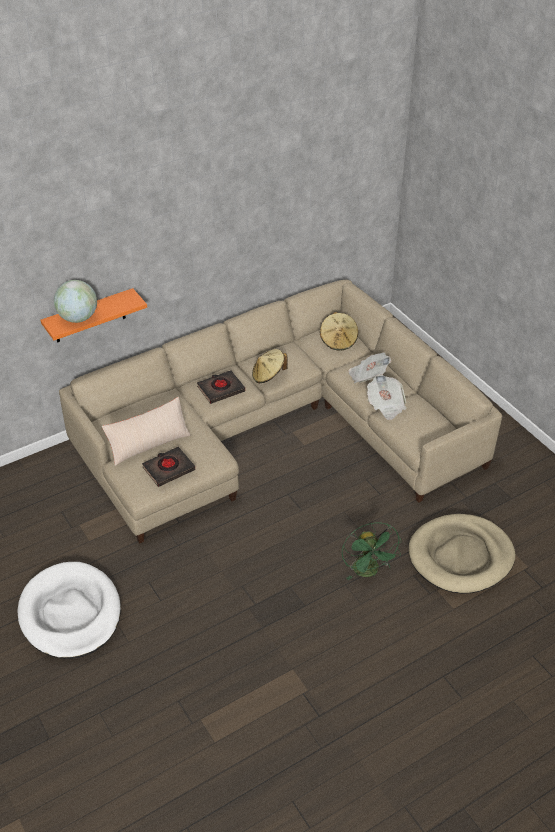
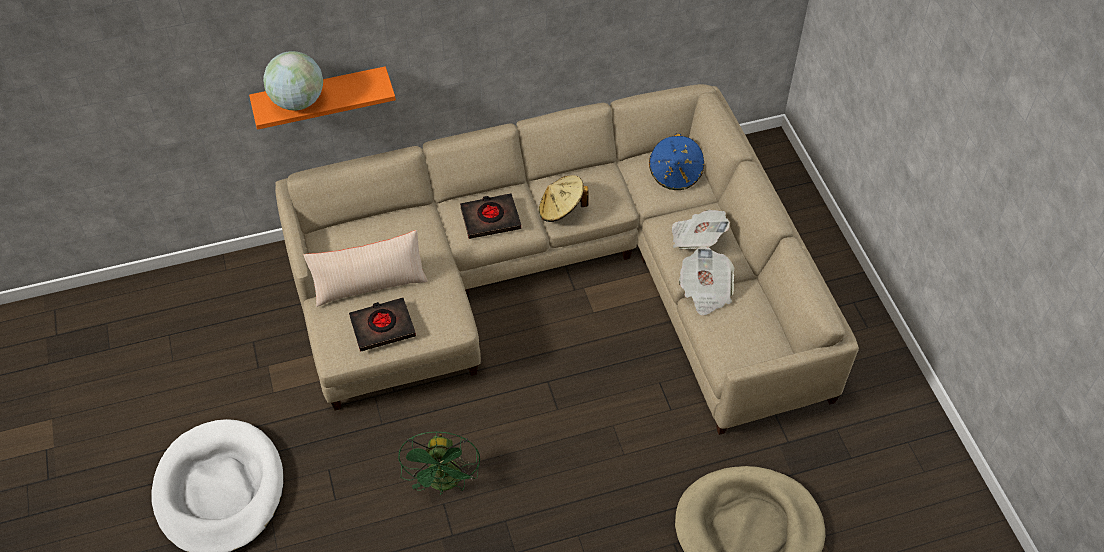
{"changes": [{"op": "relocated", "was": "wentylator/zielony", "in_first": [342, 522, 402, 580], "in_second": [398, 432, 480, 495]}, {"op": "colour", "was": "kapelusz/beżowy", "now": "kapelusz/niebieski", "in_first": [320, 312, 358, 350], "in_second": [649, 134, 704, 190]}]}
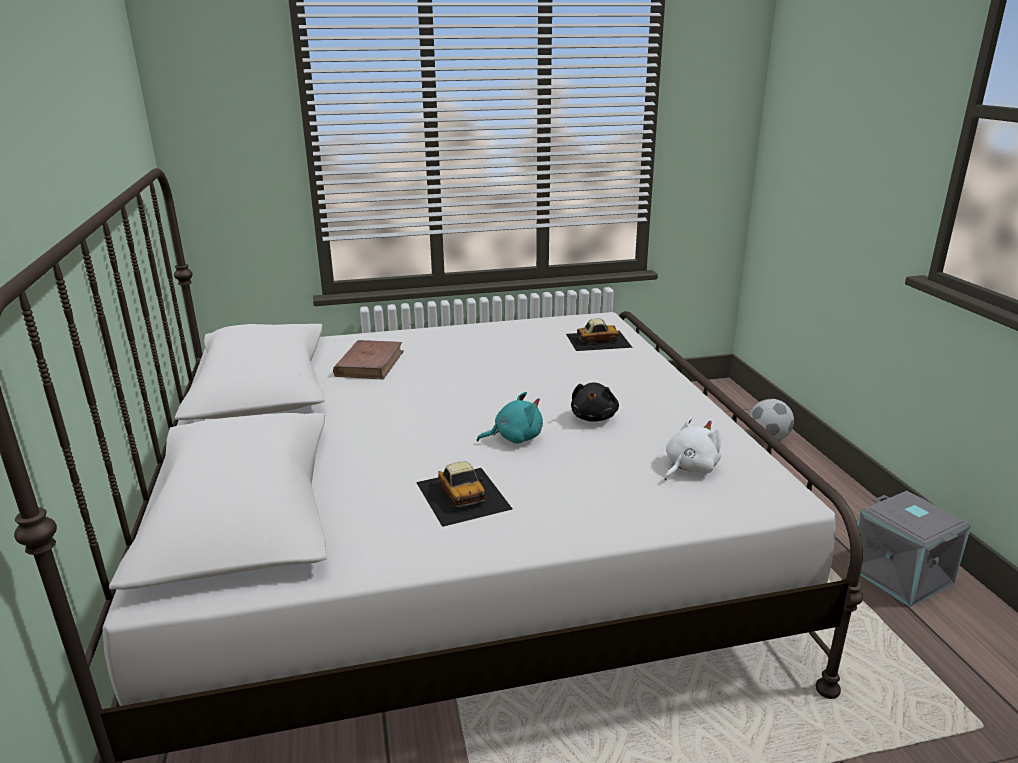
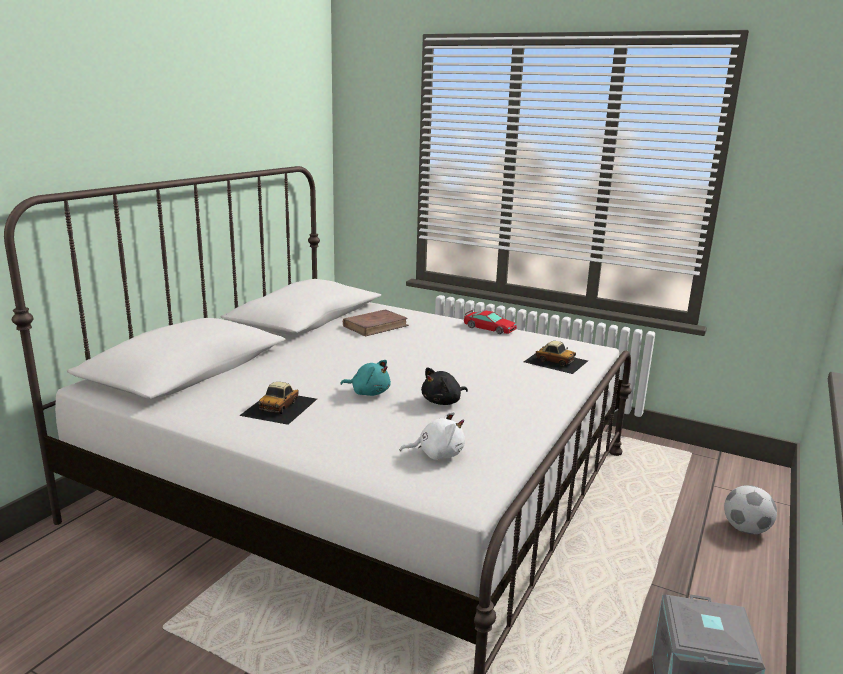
{"changes": [{"op": "appeared", "now": "samochodzik", "in_second": [464, 310, 517, 334]}]}
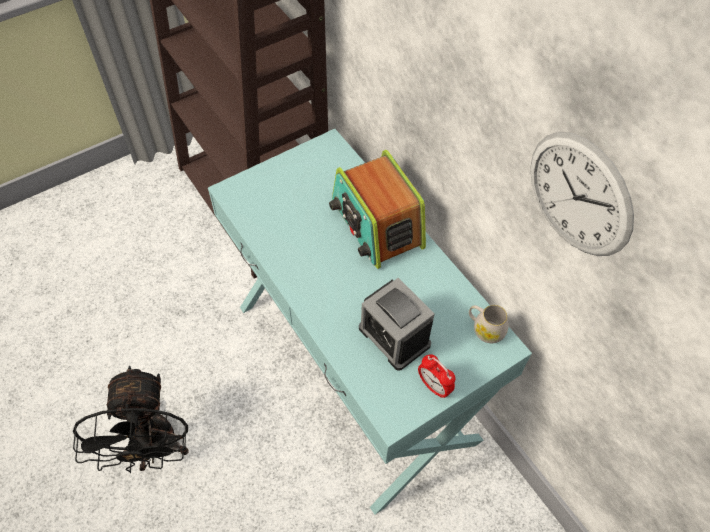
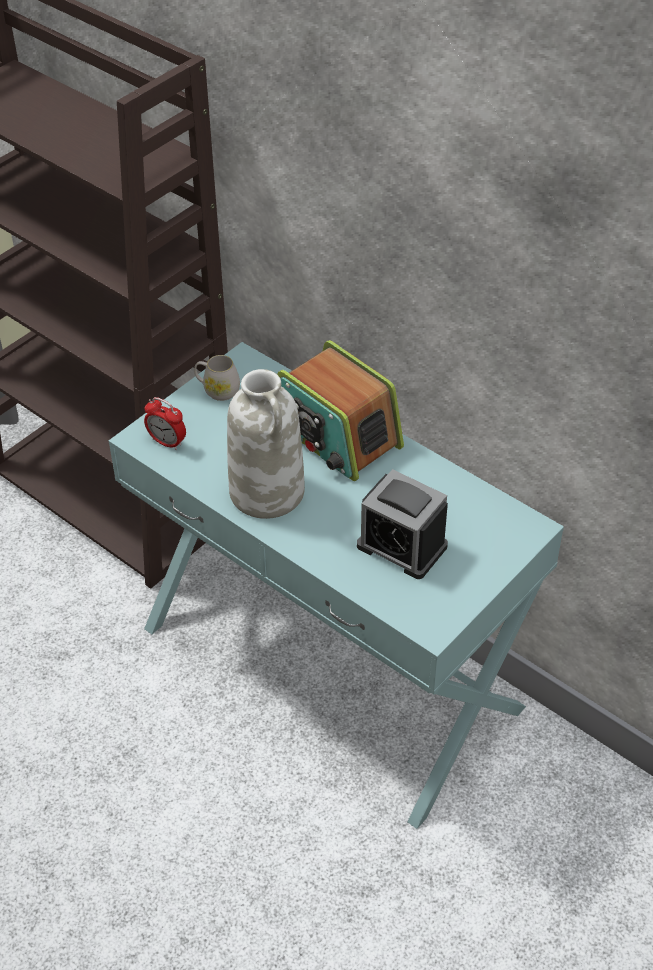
{"changes": [{"op": "relocated", "was": "budzik", "in_first": [418, 354, 455, 398], "in_second": [144, 397, 186, 450]}, {"op": "relocated", "was": "kubek/biały", "in_first": [469, 305, 508, 343], "in_second": [194, 355, 240, 401]}, {"op": "appeared", "now": "wazon/biały", "in_second": [227, 369, 305, 519]}, {"op": "missing", "was": "wentylator/czarny", "in_first": [73, 366, 189, 473]}, {"op": "missing", "was": "zegar ścienny", "in_first": [531, 132, 634, 256]}]}
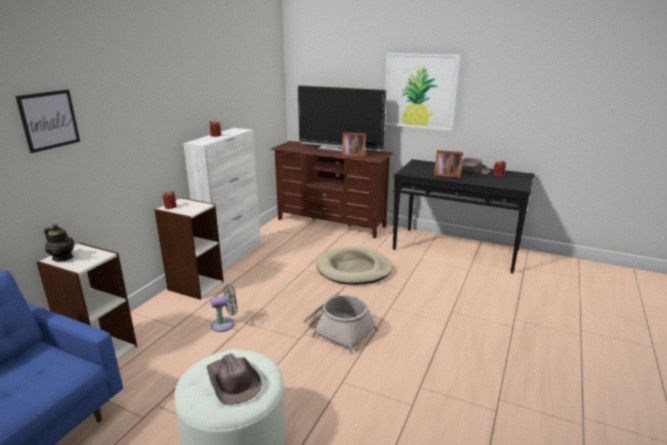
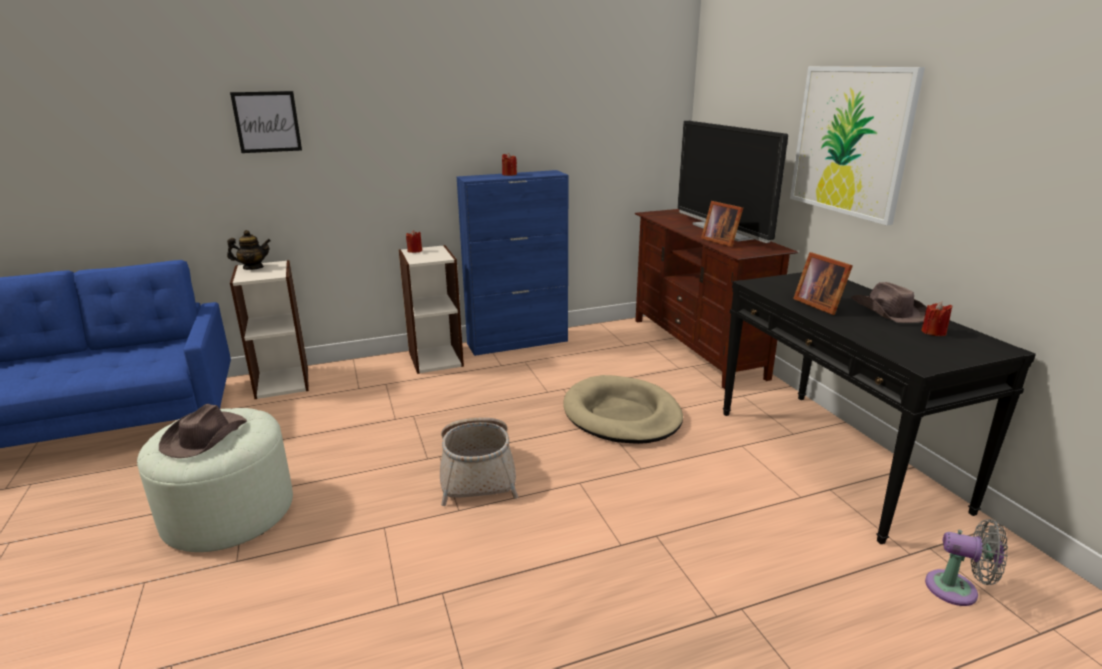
{"changes": [{"op": "spun", "was": "imbryk", "in_first": [44, 224, 74, 261], "in_second": [227, 230, 271, 270], "clockwise": -90}, {"op": "colour", "was": "szafka/biały", "now": "szafka/niebieski", "in_first": [183, 128, 261, 271], "in_second": [457, 170, 569, 356]}, {"op": "relocated", "was": "wentylator/szary", "in_first": [210, 284, 237, 332], "in_second": [925, 519, 1008, 606]}]}
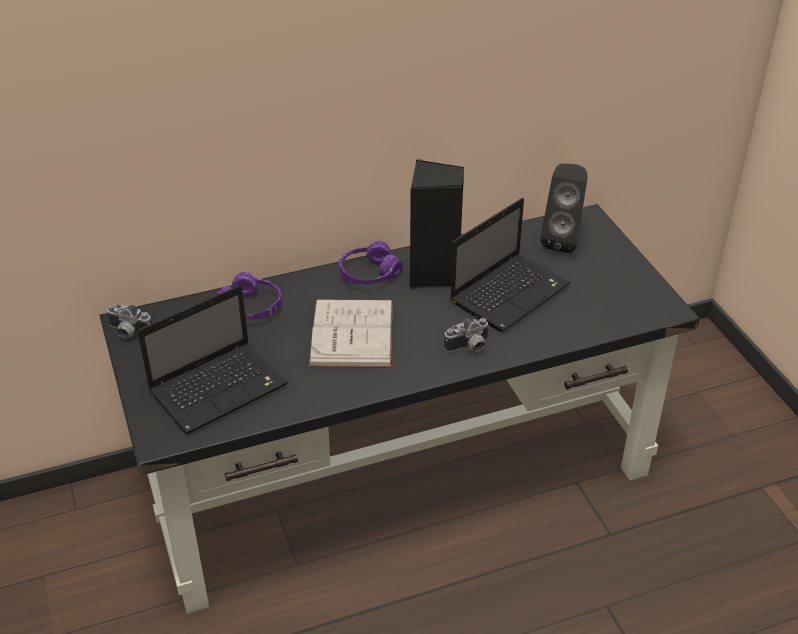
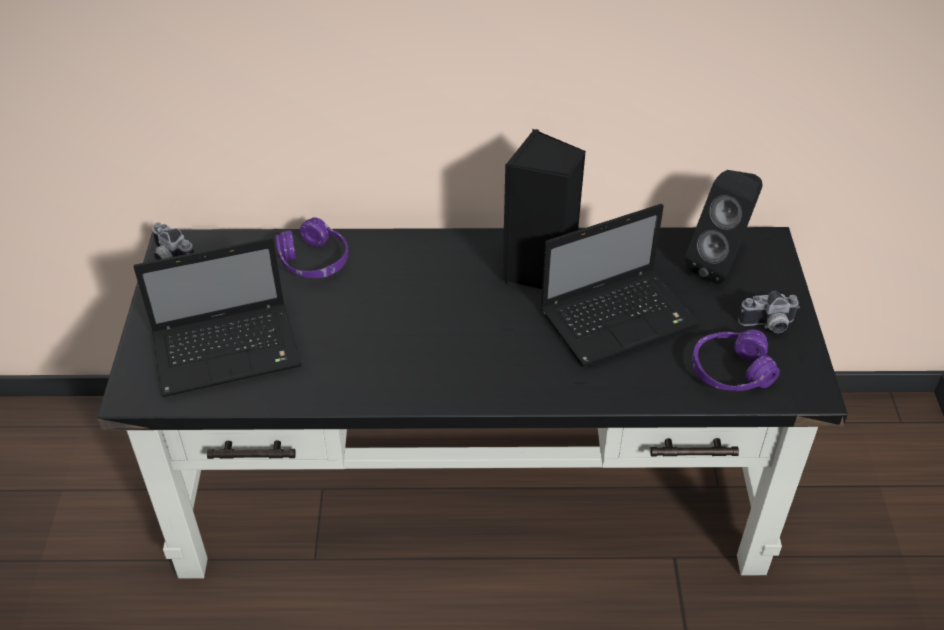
{"changes": [{"op": "relocated", "was": "słuchawki/fioletowy", "in_first": [339, 241, 403, 285], "in_second": [692, 330, 780, 391]}, {"op": "relocated", "was": "aparat fotograficzny", "in_first": [444, 318, 490, 353], "in_second": [738, 291, 800, 333]}, {"op": "missing", "was": "książka/biały", "in_first": [309, 299, 393, 368]}]}
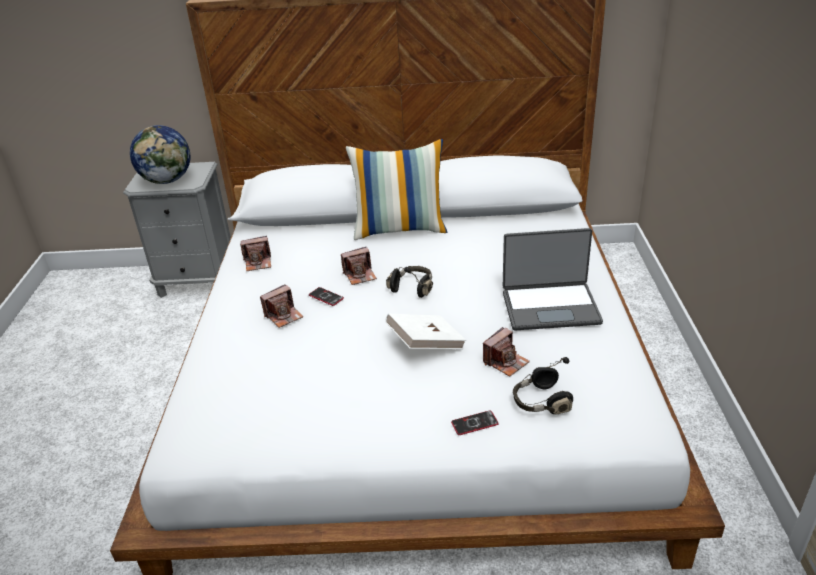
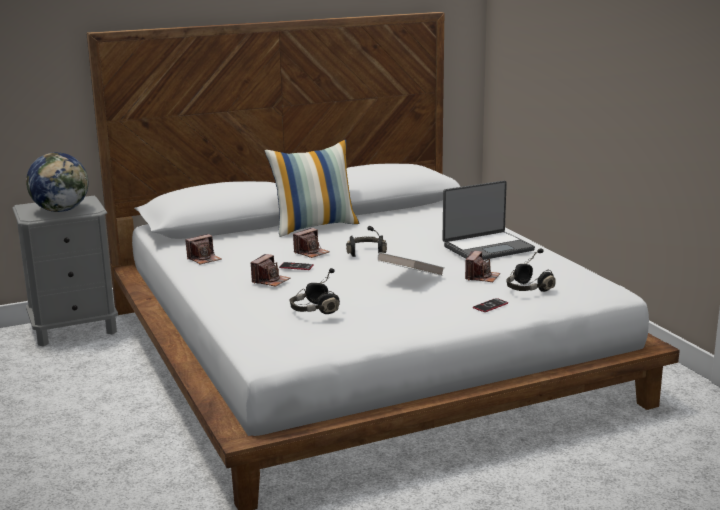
{"changes": [{"op": "appeared", "now": "słuchawki/czarny", "in_second": [289, 268, 340, 314]}]}
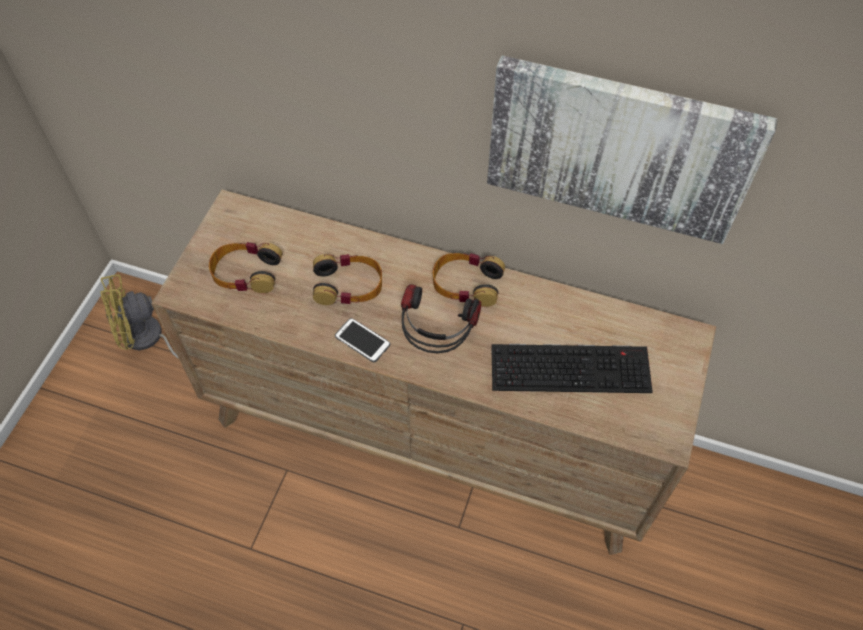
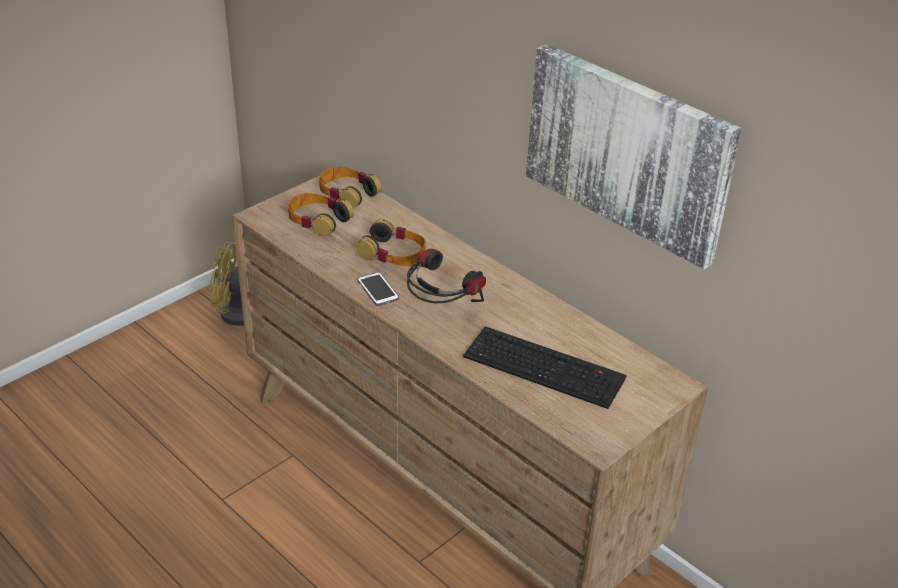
{"changes": [{"op": "relocated", "was": "słuchawki", "in_first": [433, 253, 505, 307], "in_second": [319, 167, 381, 208]}]}
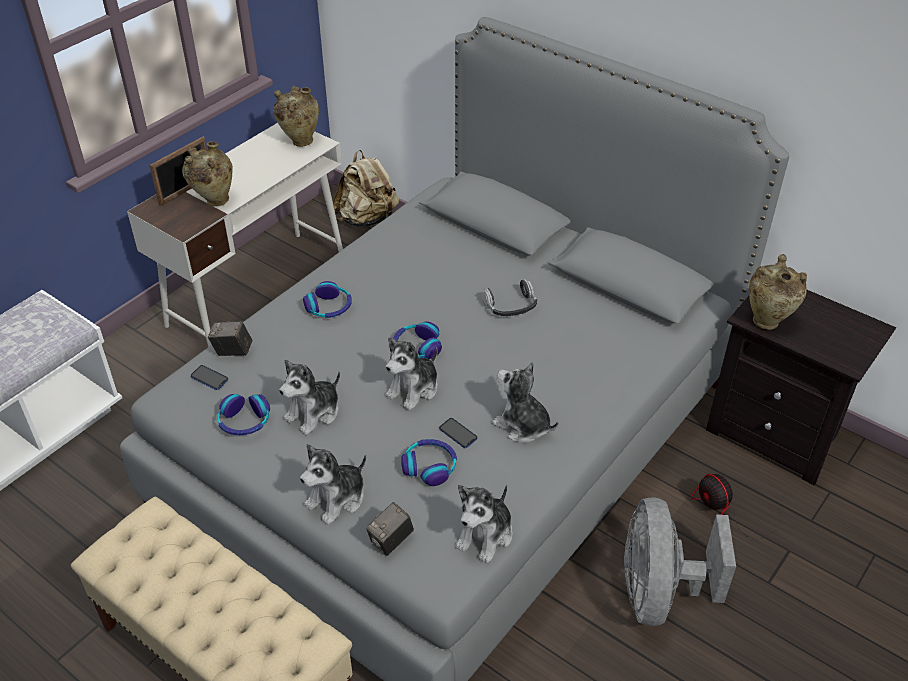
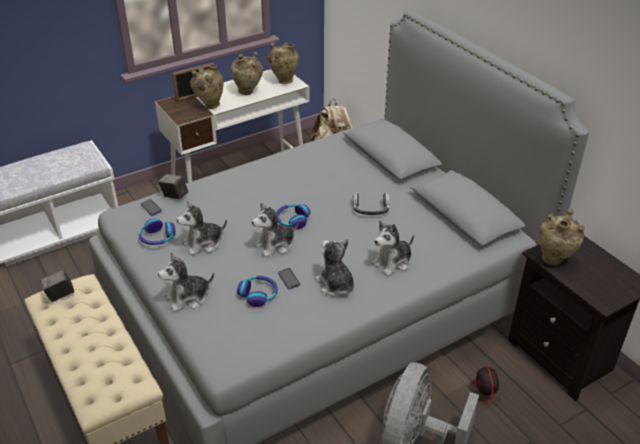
{"changes": [{"op": "relocated", "was": "aparat fotograficzny", "in_first": [366, 502, 414, 556], "in_second": [40, 270, 74, 302]}, {"op": "appeared", "now": "wazon/beżowy", "in_second": [231, 52, 263, 95]}, {"op": "relocated", "was": "pluszak", "in_first": [455, 484, 513, 563], "in_second": [372, 220, 414, 276]}, {"op": "missing", "was": "słuchawki", "in_first": [303, 281, 352, 318]}]}
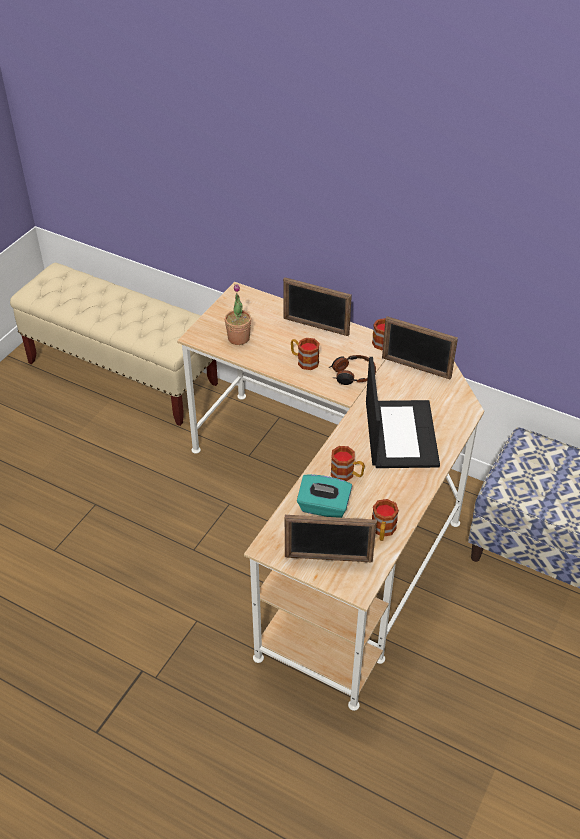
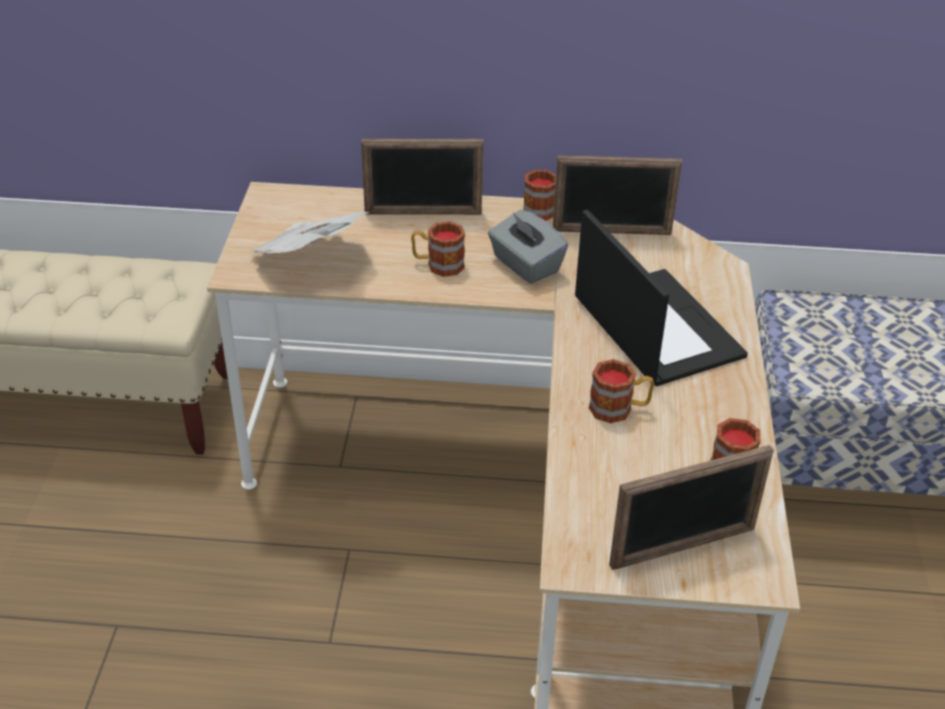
{"changes": [{"op": "exchanged", "was": "roślina doniczkowa", "now": "gazeta", "in_first": [225, 284, 251, 345], "in_second": [249, 212, 369, 254]}, {"op": "exchanged", "was": "słuchawki", "now": "pudełko chusteczek/szary", "in_first": [329, 355, 376, 385], "in_second": [488, 209, 568, 284]}, {"op": "missing", "was": "pudełko chusteczek/turkusowy", "in_first": [297, 474, 352, 518]}]}
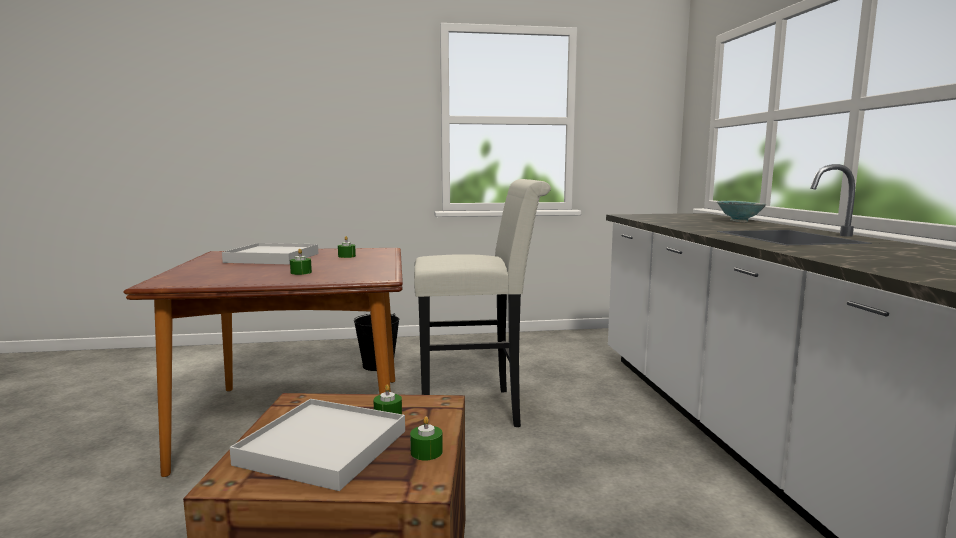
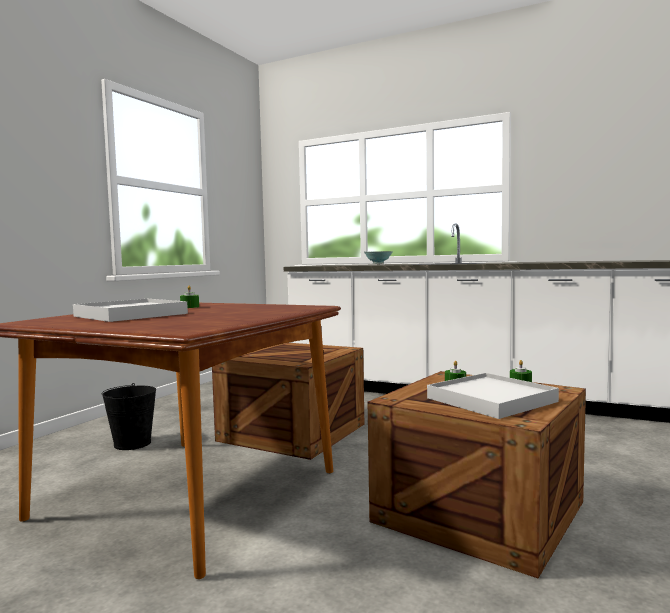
{"changes": [{"op": "exchanged", "was": "stołek/biały", "now": "skrzynka", "in_first": [414, 179, 551, 427], "in_second": [212, 343, 364, 460]}, {"op": "missing", "was": "świeca/zielony", "in_first": [290, 249, 312, 275]}]}
